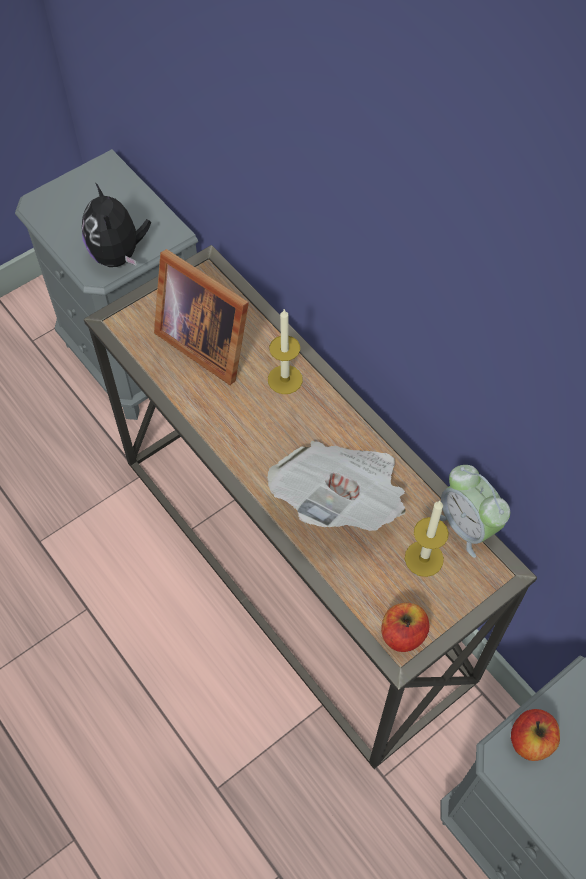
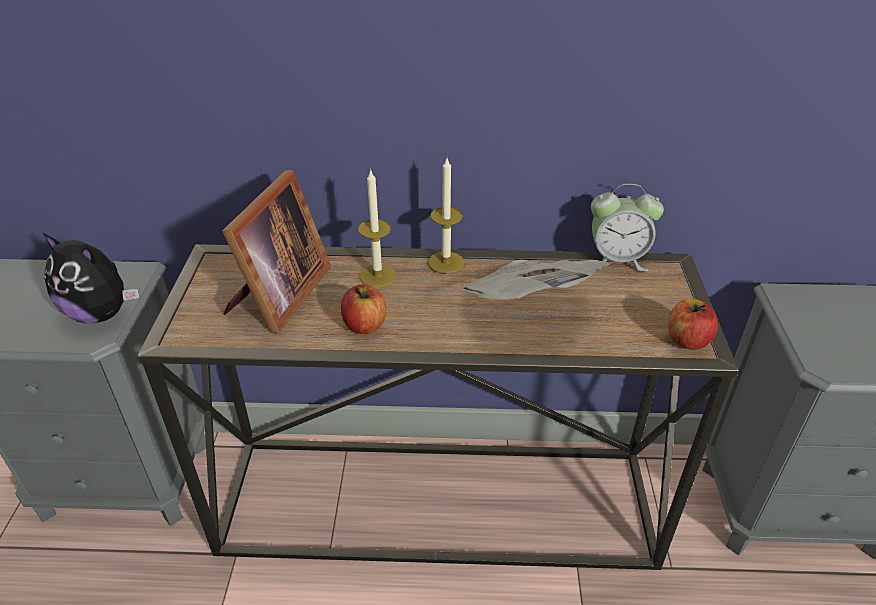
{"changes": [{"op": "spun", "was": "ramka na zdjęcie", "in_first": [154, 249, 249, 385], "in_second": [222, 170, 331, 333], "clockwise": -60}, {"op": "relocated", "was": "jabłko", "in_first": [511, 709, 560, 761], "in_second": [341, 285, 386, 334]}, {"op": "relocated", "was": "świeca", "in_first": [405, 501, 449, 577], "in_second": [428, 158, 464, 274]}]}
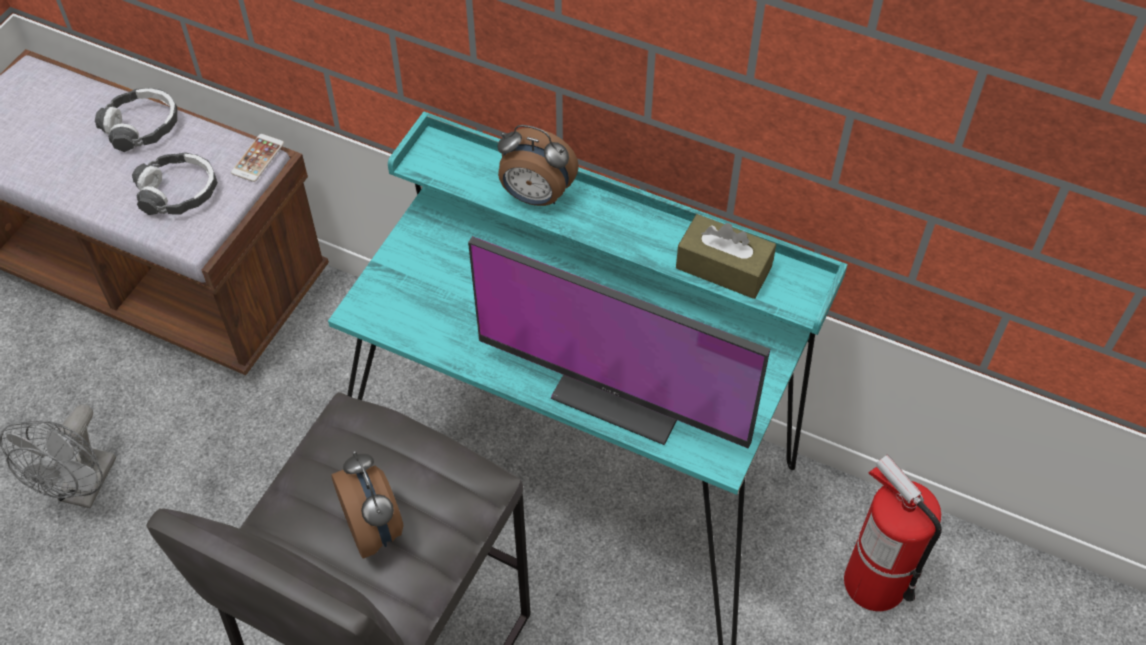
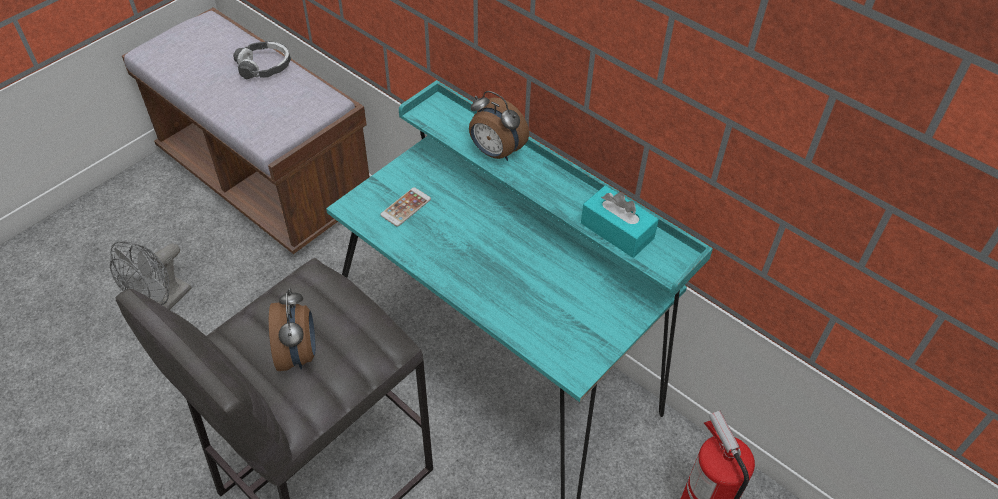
{"changes": [{"op": "relocated", "was": "telefon", "in_first": [231, 134, 284, 182], "in_second": [380, 187, 431, 226]}, {"op": "colour", "was": "pudełko chusteczek/brązowy", "now": "pudełko chusteczek/turkusowy", "in_first": [676, 214, 776, 299], "in_second": [581, 185, 659, 258]}, {"op": "missing", "was": "słuchawki", "in_first": [132, 152, 218, 215]}, {"op": "missing", "was": "monitor", "in_first": [468, 236, 770, 449]}]}
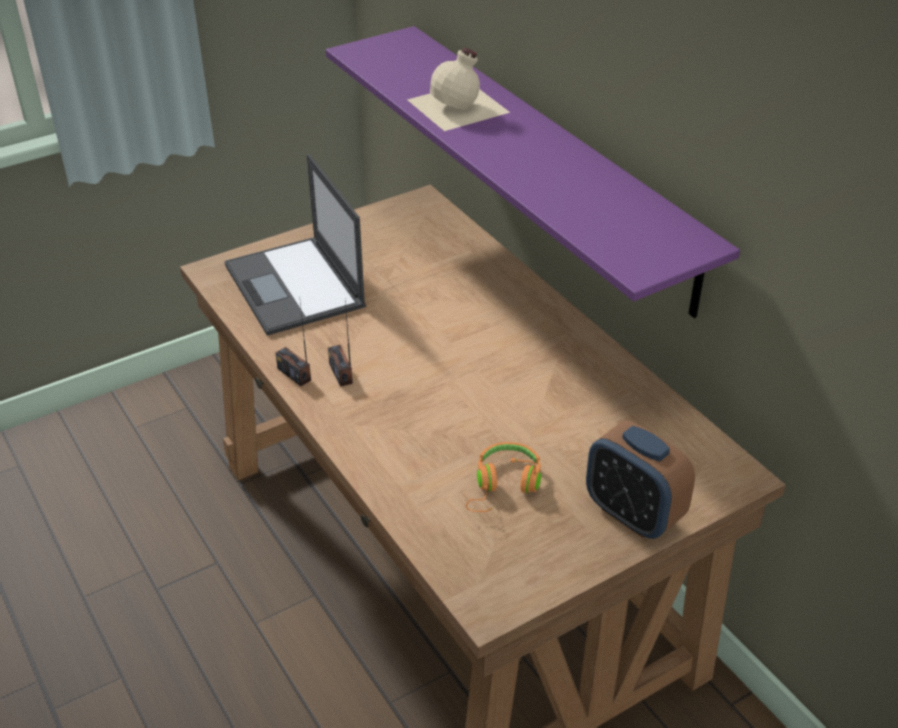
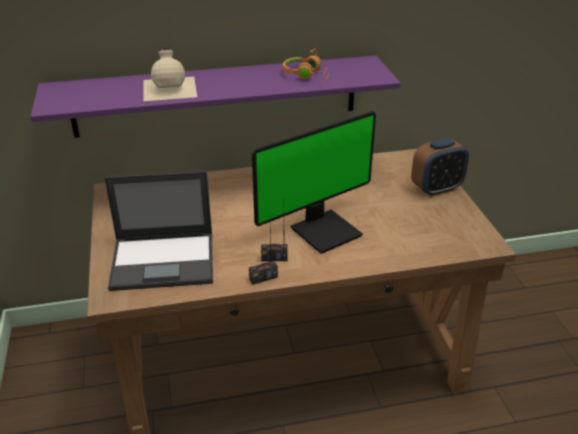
{"changes": [{"op": "appeared", "now": "monitor", "in_second": [252, 111, 376, 254]}, {"op": "relocated", "was": "słuchawki/pomarańczowy", "in_first": [466, 442, 541, 512], "in_second": [283, 48, 329, 81]}]}
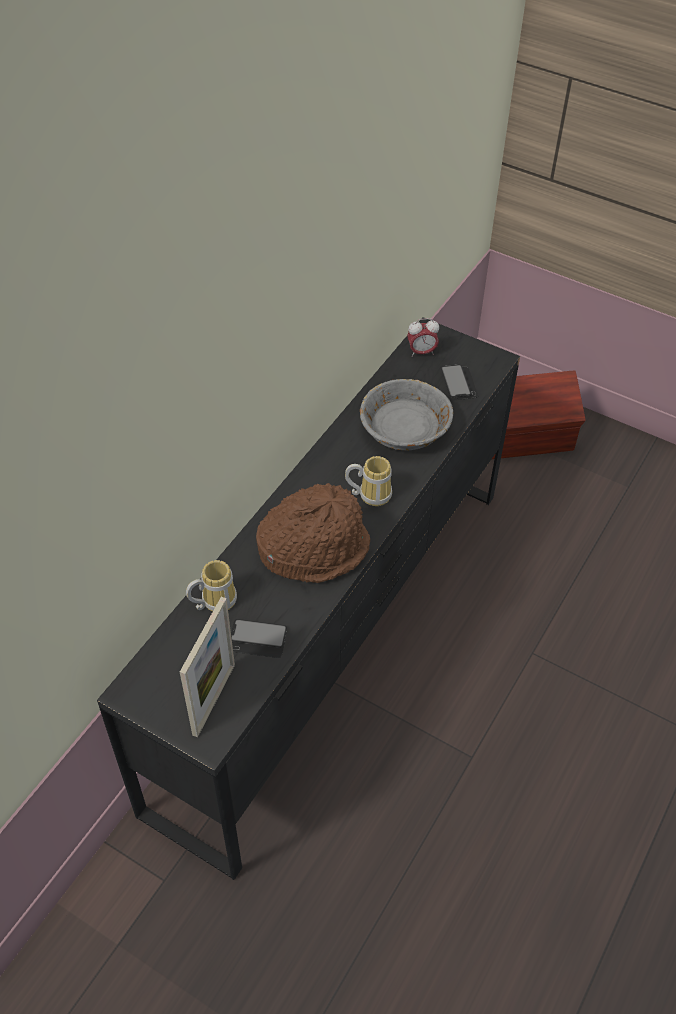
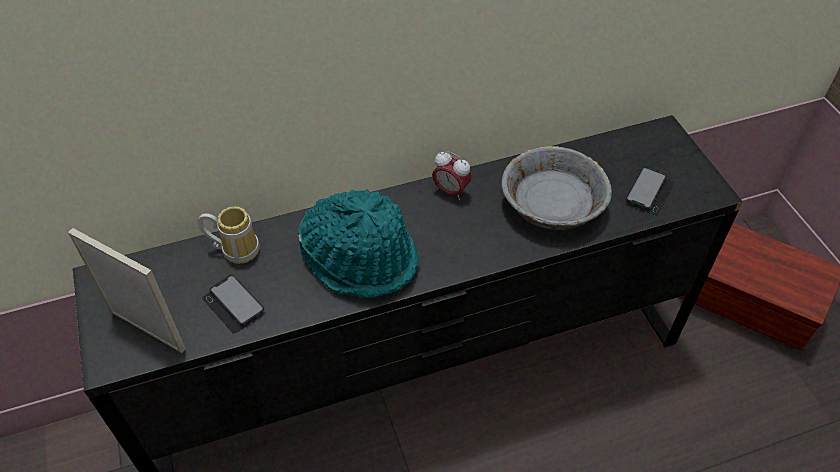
{"changes": [{"op": "spun", "was": "ramka na zdjęcie", "in_first": [180, 597, 235, 737], "in_second": [68, 228, 186, 353], "clockwise": -120}, {"op": "colour", "was": "kapelusz/brązowy", "now": "kapelusz/turkusowy", "in_first": [256, 483, 370, 583], "in_second": [298, 189, 419, 298]}, {"op": "relocated", "was": "budzik", "in_first": [407, 318, 439, 357], "in_second": [432, 151, 472, 200]}, {"op": "missing", "was": "kubek", "in_first": [345, 456, 392, 506]}]}
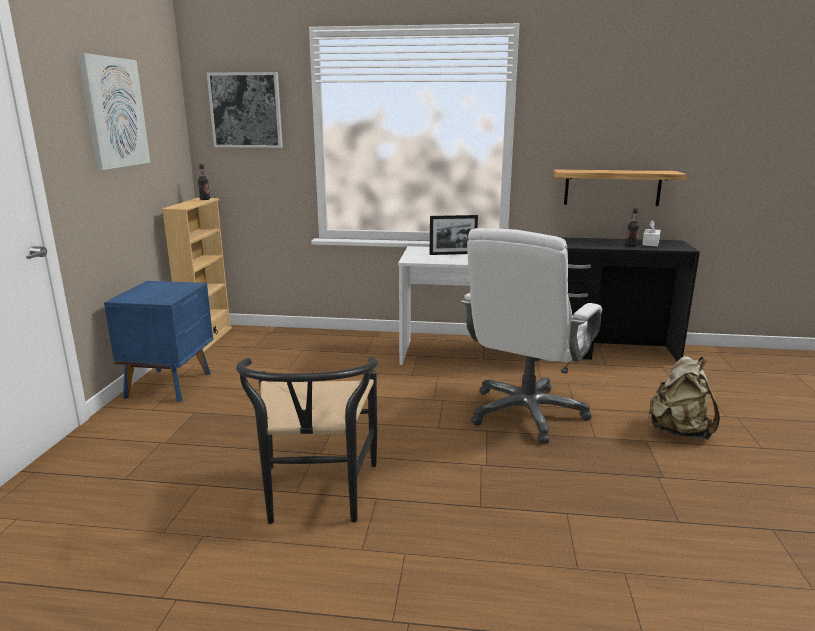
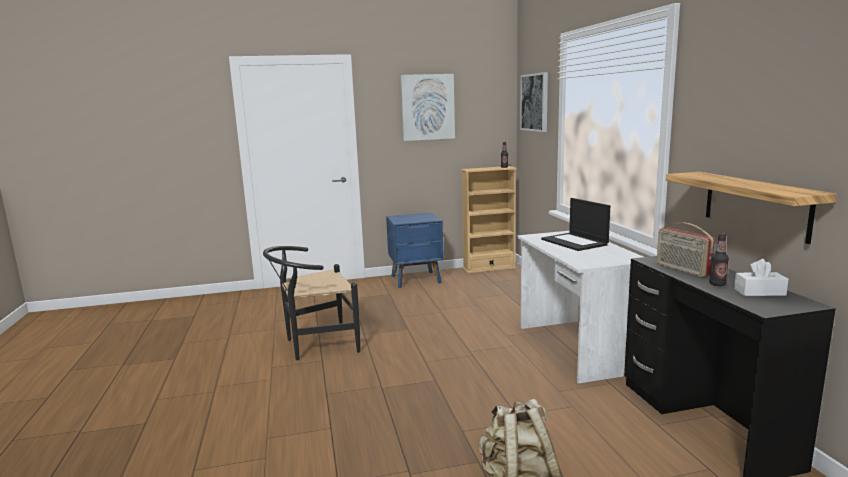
{"changes": [{"op": "exchanged", "was": "ramka na zdjęcie", "now": "laptop", "in_first": [430, 215, 478, 255], "in_second": [541, 198, 610, 251]}, {"op": "appeared", "now": "radio", "in_second": [657, 222, 715, 277]}, {"op": "missing", "was": "krzesło biurowe/biały", "in_first": [461, 228, 602, 444]}]}
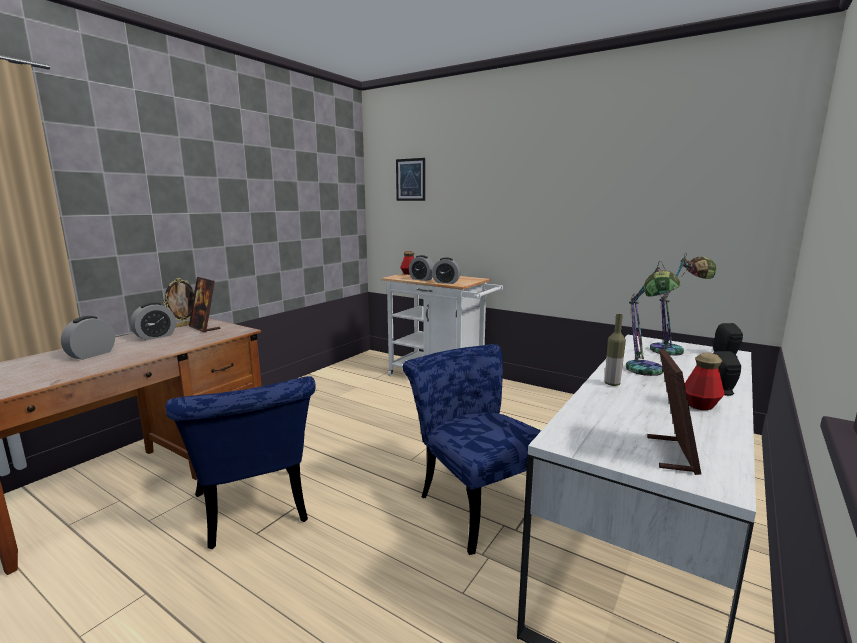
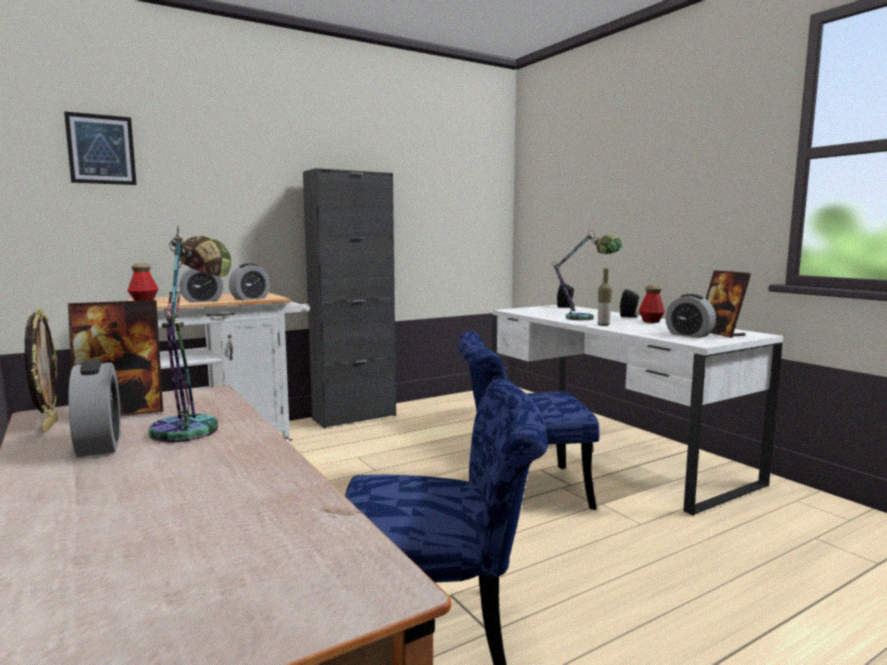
{"changes": [{"op": "relocated", "was": "lampa stołowa", "in_first": [650, 252, 717, 356], "in_second": [148, 225, 231, 443]}, {"op": "appeared", "now": "szafka/czarny", "in_second": [303, 168, 396, 429]}, {"op": "relocated", "was": "budzik", "in_first": [61, 316, 115, 360], "in_second": [665, 294, 716, 338]}, {"op": "spun", "was": "ramka na zdjęcie", "in_first": [647, 349, 701, 475], "in_second": [706, 270, 751, 338], "clockwise": -150}]}
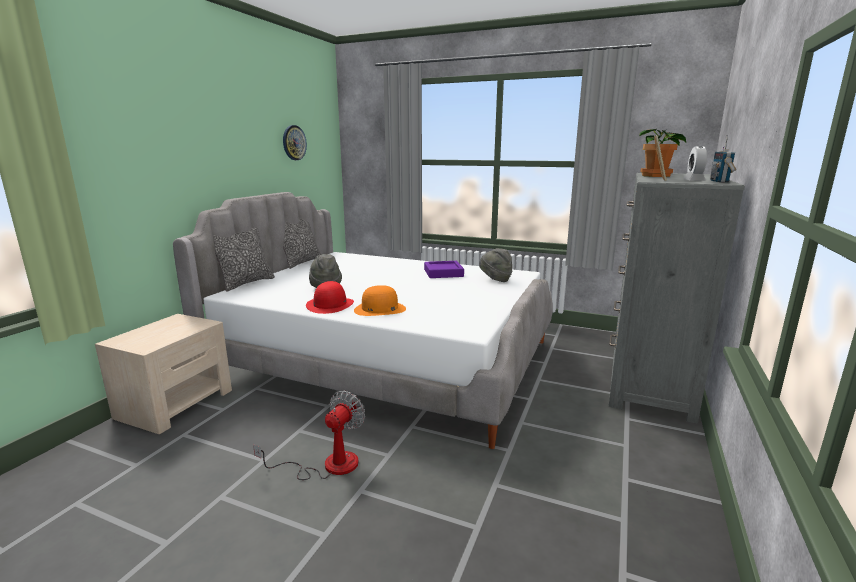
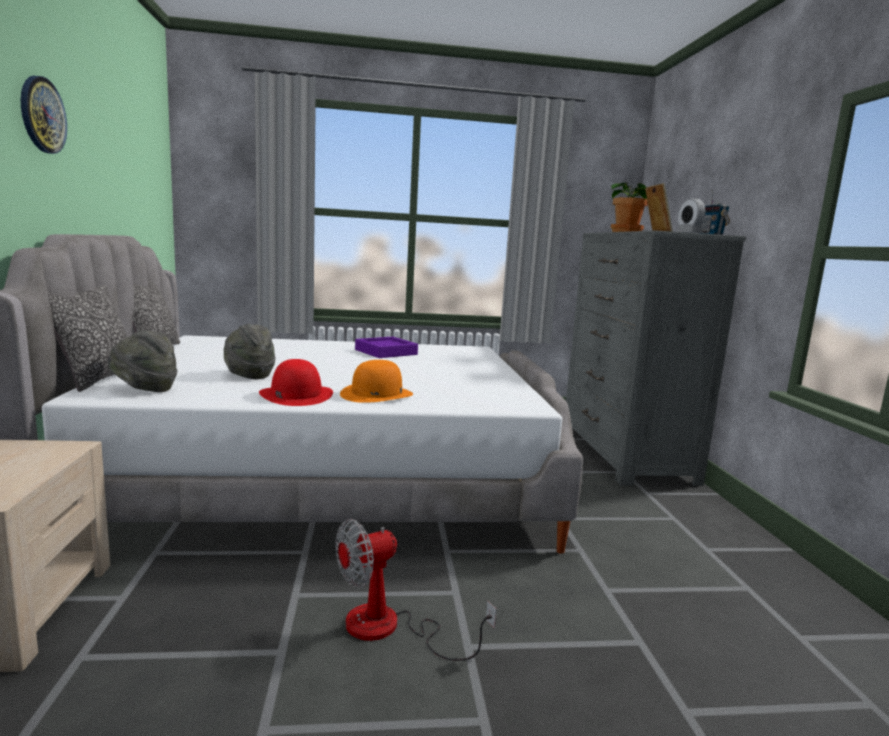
{"changes": [{"op": "relocated", "was": "zegar ścienny", "in_first": [283, 125, 307, 160], "in_second": [21, 76, 67, 154]}, {"op": "relocated", "was": "kapelusz/szary", "in_first": [479, 248, 512, 282], "in_second": [108, 331, 177, 392]}, {"op": "spun", "was": "wentylator", "in_first": [253, 391, 365, 480], "in_second": [335, 519, 497, 661], "clockwise": -120}]}
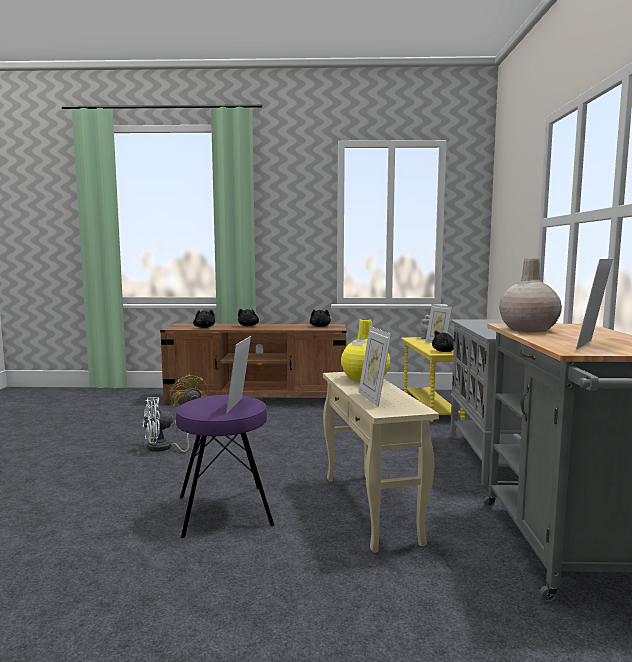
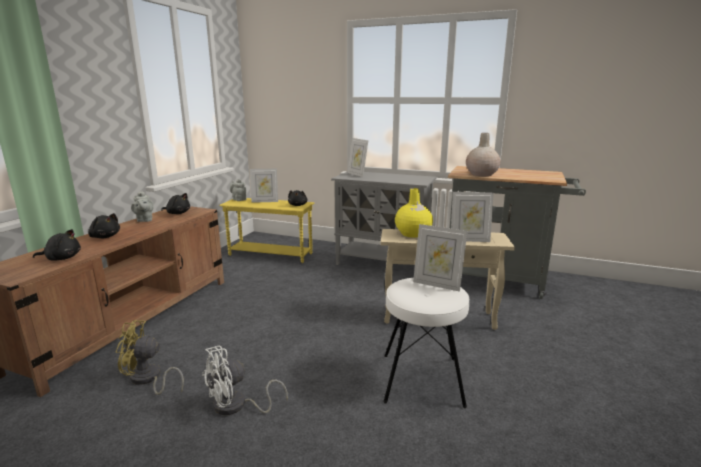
{"changes": [{"op": "appeared", "now": "imbryk/szary", "in_second": [131, 191, 154, 222]}, {"op": "spun", "was": "wentylator/biały", "in_first": [142, 397, 189, 452], "in_second": [202, 346, 288, 415], "clockwise": 60}, {"op": "relocated", "was": "ramka na zdjęcie", "in_first": [576, 259, 613, 349], "in_second": [348, 138, 369, 177]}, {"op": "colour", "was": "stołek/fioletowy", "now": "stołek/biały", "in_first": [176, 395, 274, 538], "in_second": [383, 278, 469, 408]}]}
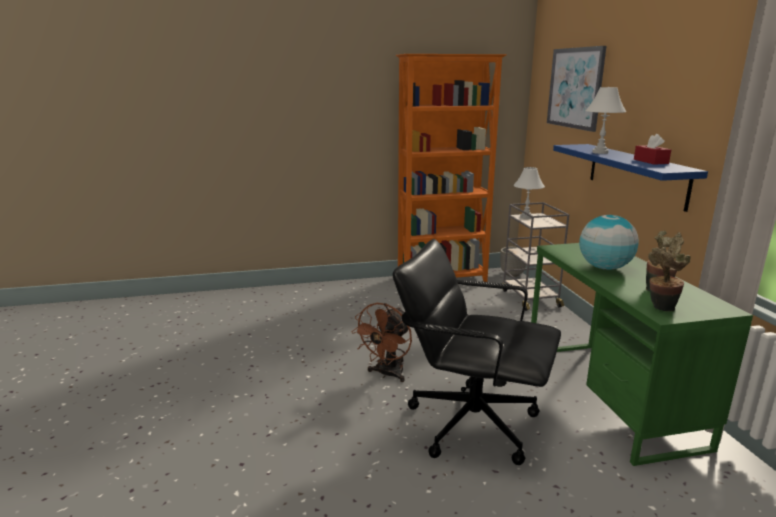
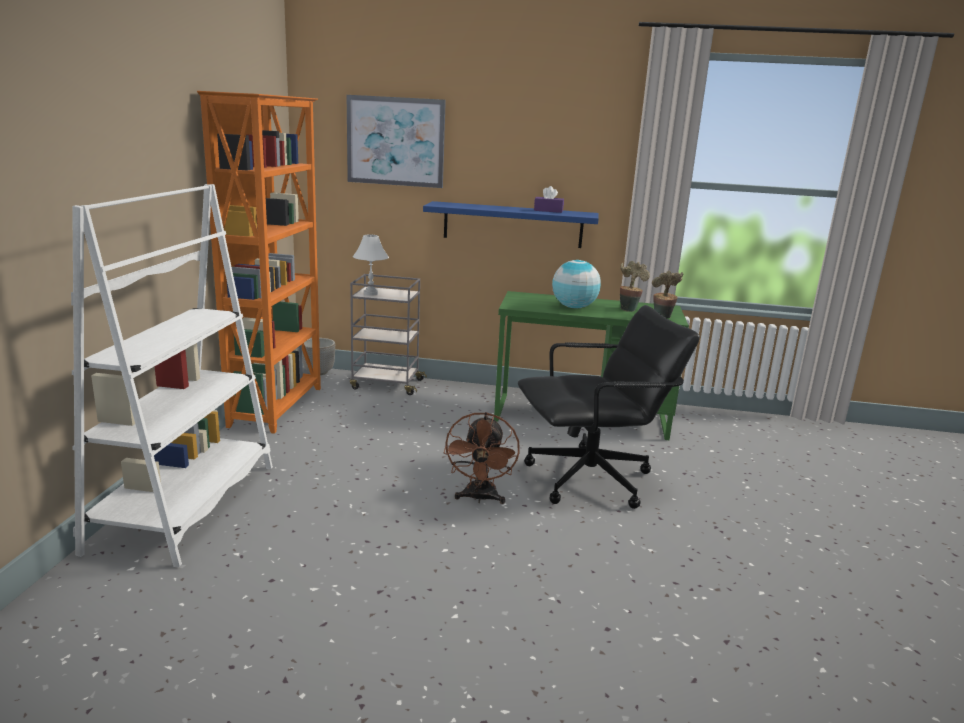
{"changes": [{"op": "appeared", "now": "regał/biały", "in_second": [71, 184, 273, 567]}, {"op": "spun", "was": "wentylator/brązowy", "in_first": [352, 303, 412, 382], "in_second": [444, 412, 520, 504], "clockwise": 45}, {"op": "spun", "was": "krzesło biurowe/czarny", "in_first": [393, 239, 561, 465], "in_second": [518, 305, 700, 509], "clockwise": -150}, {"op": "colour", "was": "pudełko chusteczek/czerwony", "now": "pudełko chusteczek/fioletowy", "in_first": [634, 134, 671, 165], "in_second": [534, 186, 564, 213]}, {"op": "missing", "was": "lampa stołowa/biały", "in_first": [585, 87, 626, 154]}]}
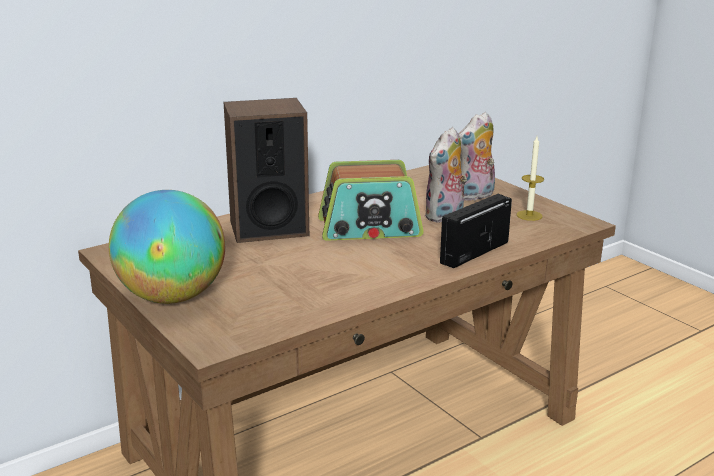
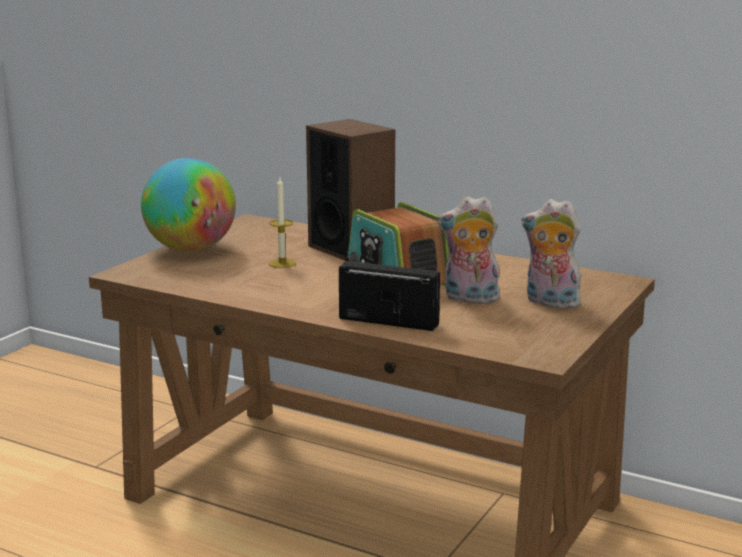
{"changes": [{"op": "relocated", "was": "świeca", "in_first": [516, 137, 544, 221], "in_second": [269, 178, 296, 268]}]}
